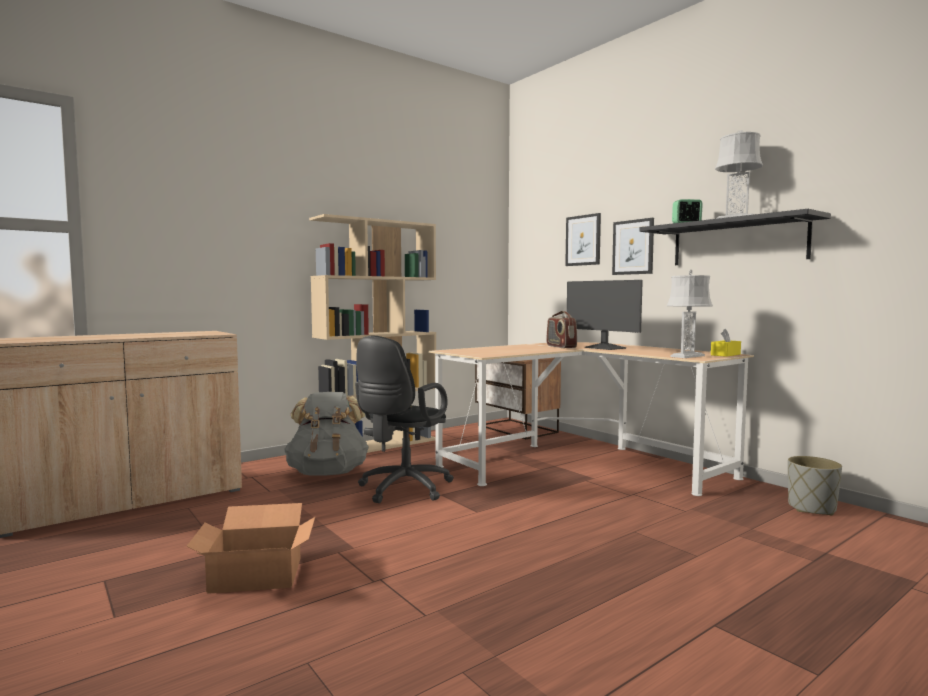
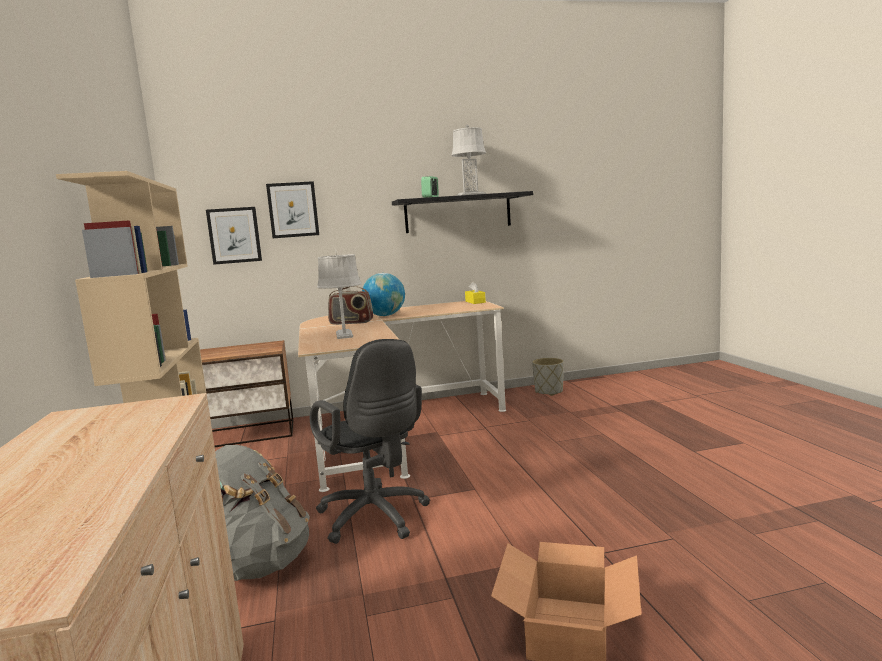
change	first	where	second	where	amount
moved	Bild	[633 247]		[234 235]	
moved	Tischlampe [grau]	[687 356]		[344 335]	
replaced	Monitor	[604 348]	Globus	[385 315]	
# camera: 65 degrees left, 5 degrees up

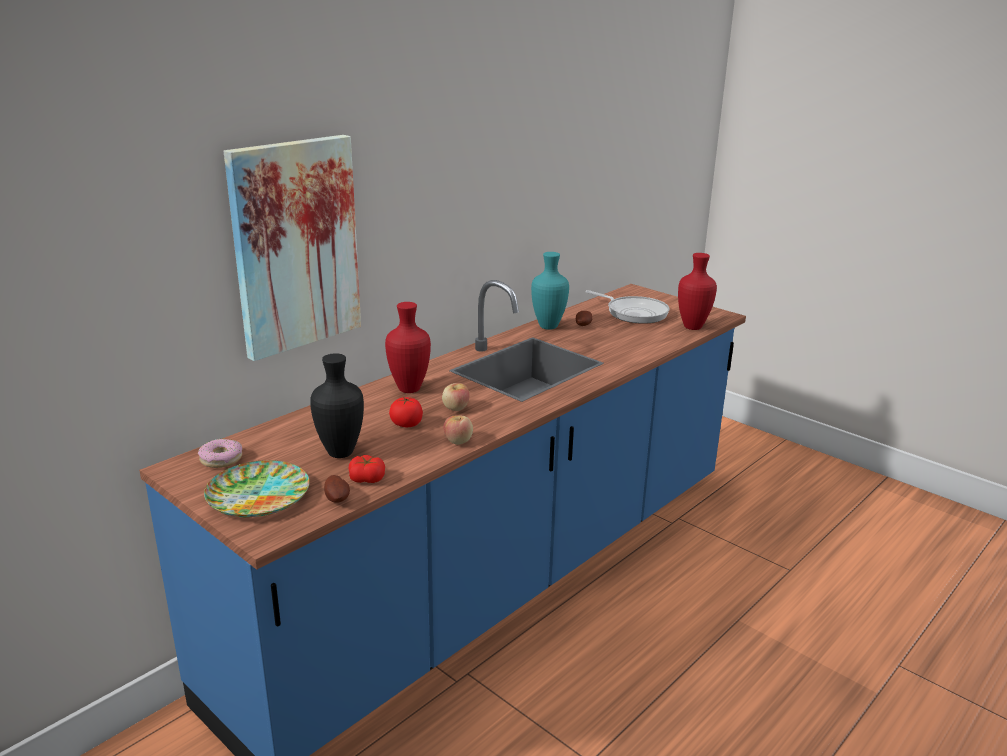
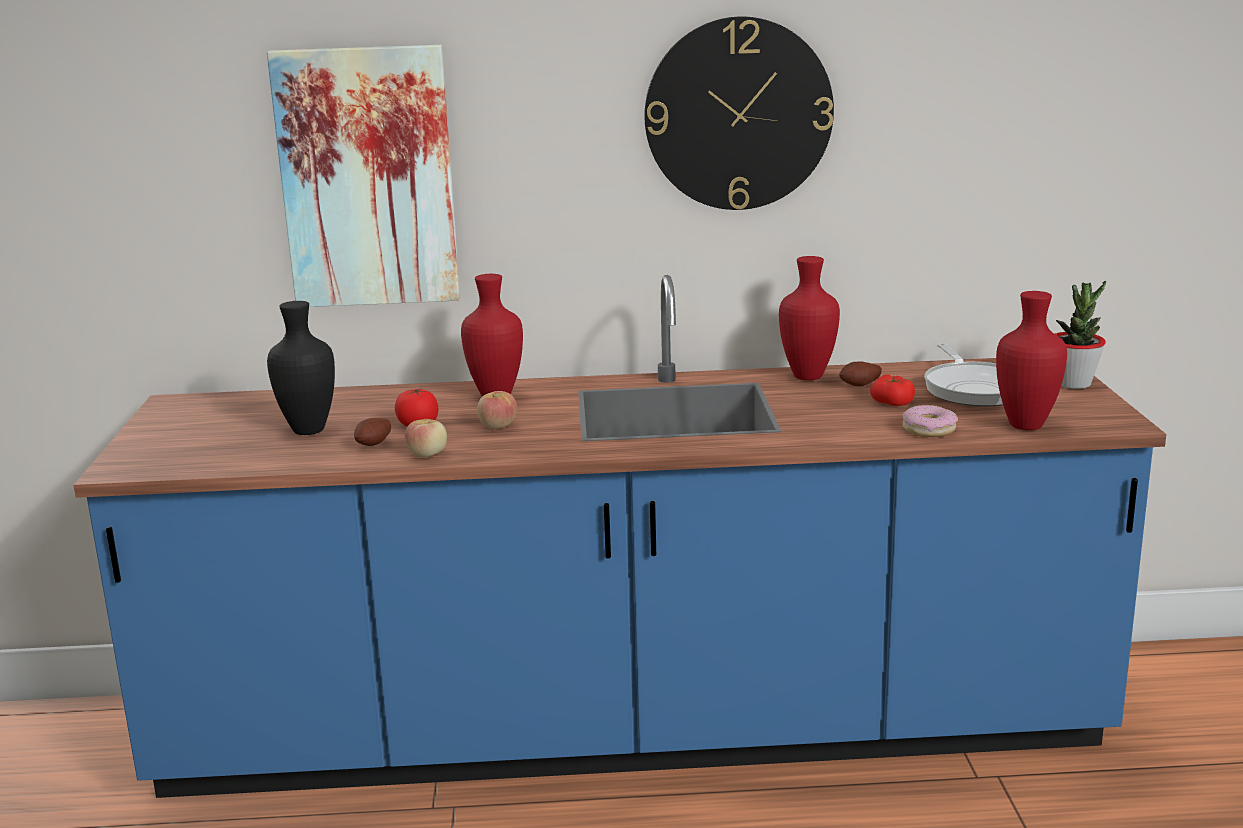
change	first	where	second	where	amount
recoloured	Vase [türkis]	[548 327]	Vase [rot]	[806 377]	
moved	Donut	[221 459]		[929 429]	
moved	Tomate	[367 478]		[892 402]	
removed	Teller	[258 495]			
moved	Kartoffel	[337 499]		[375 445]	
added			Wanduhr	[738 114]	
added			Topfpflanze	[1073 383]	
# camera: 45 degrees right, 5 degrees down

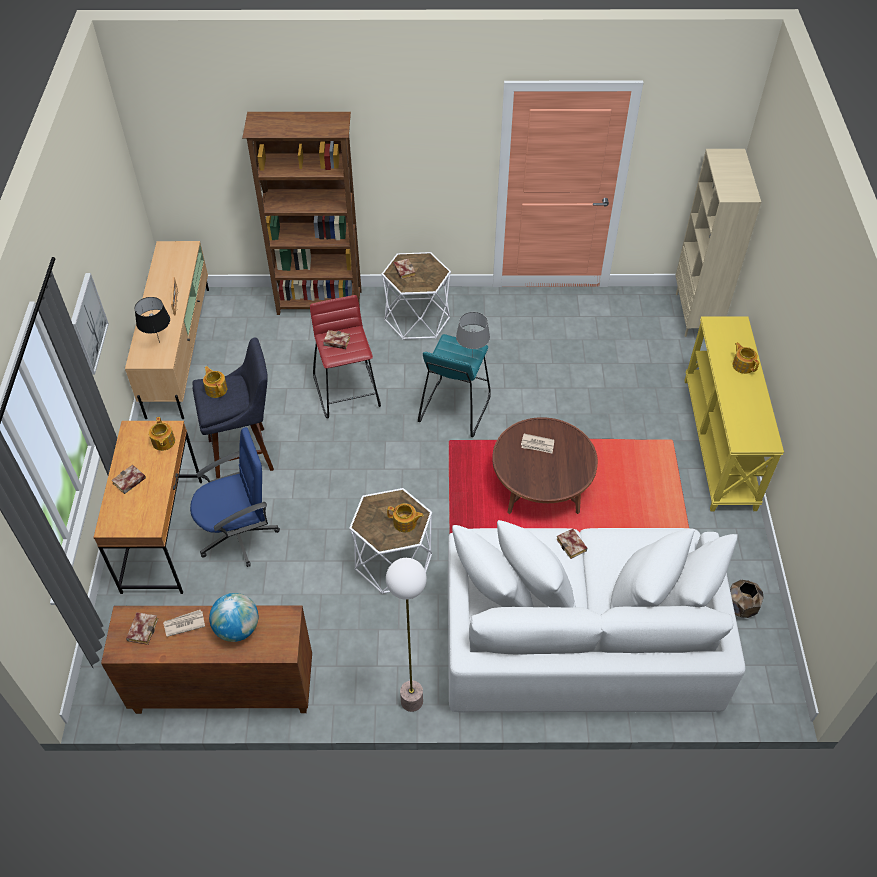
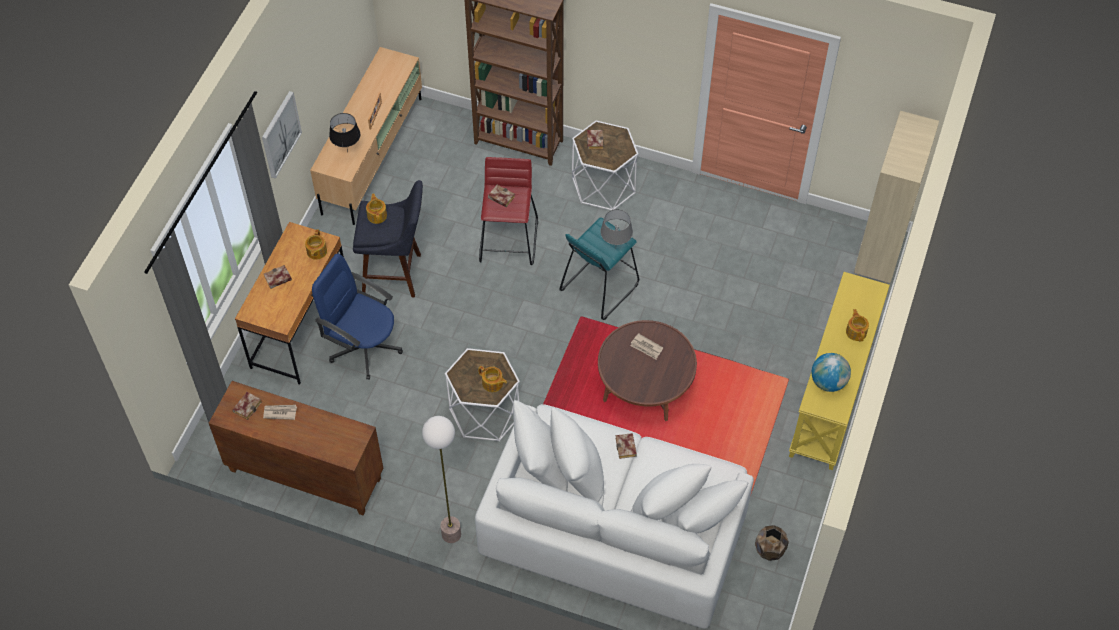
change	first	where	second	where	amount
turned	Bürostuhl [blau]	[239 534]		[364 346]	150 degrees counterclockwise
moved	Globus	[237 628]		[828 382]	
# camera: 20 degrees right, 5 degrees up

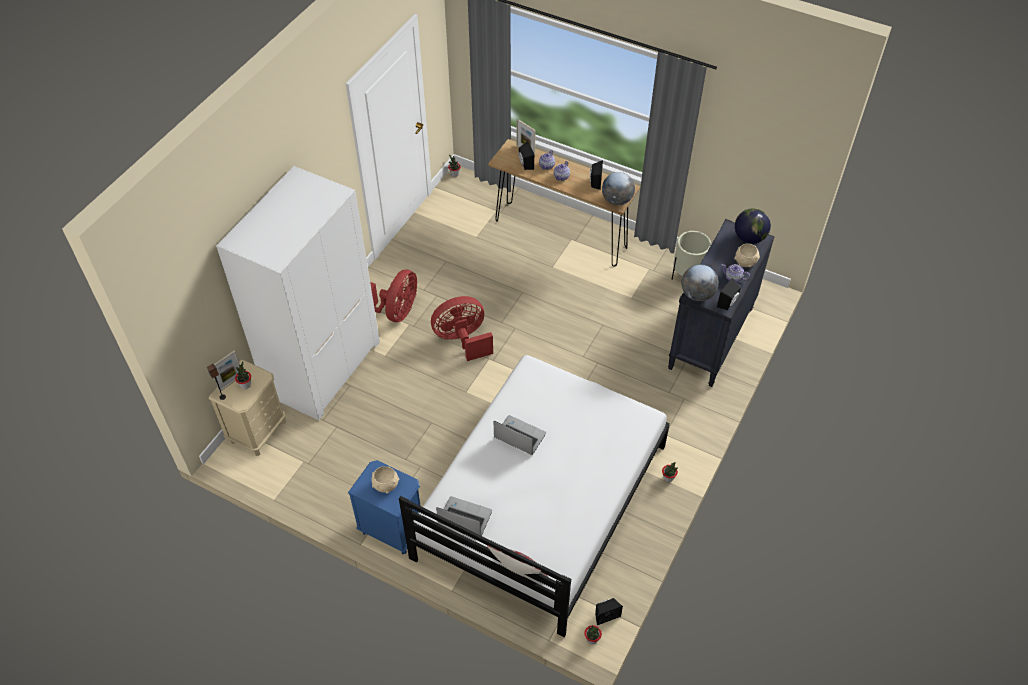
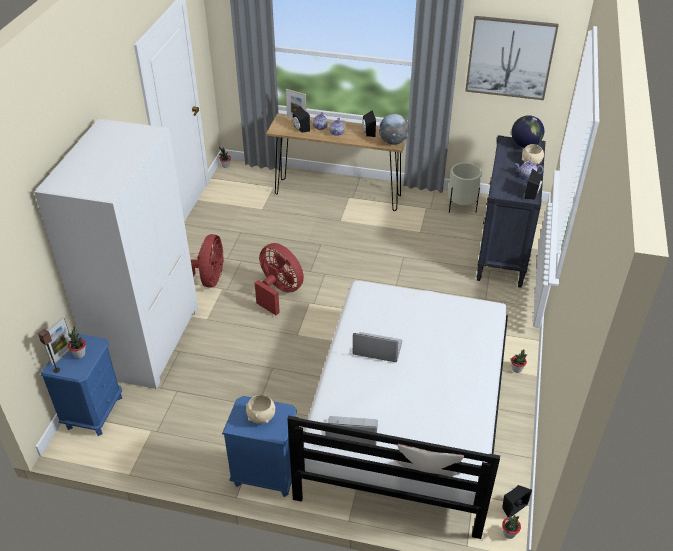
change	first	where	second	where	amount
removed	Globus	[697 294]			
turned	Ventilator [rot]	[463 340]		[279 292]	75 degrees clockwise
recoloured	Nachttisch [beige]	[258 431]	Nachttisch [blau]	[94 412]	
added			Bild	[510 58]	
# camera: 15 degrees left, 10 degrees down

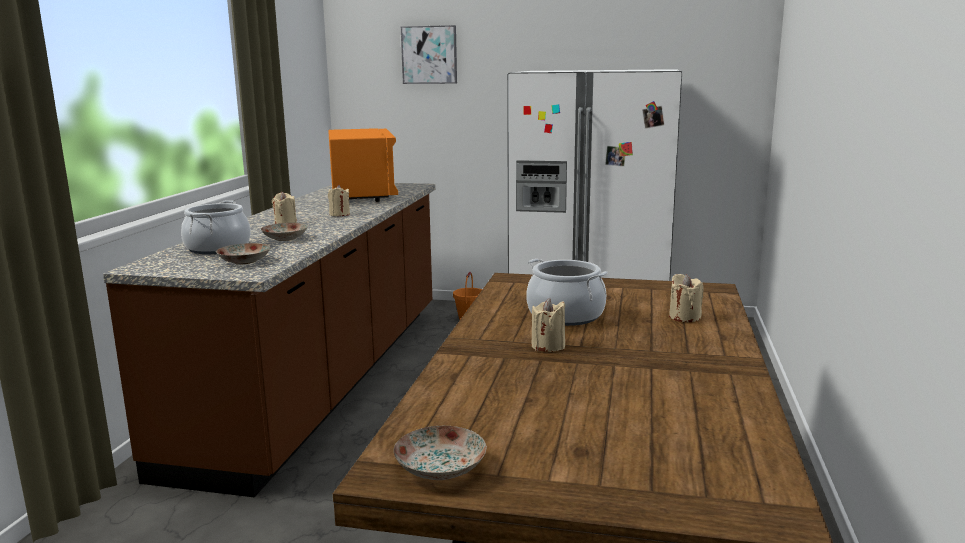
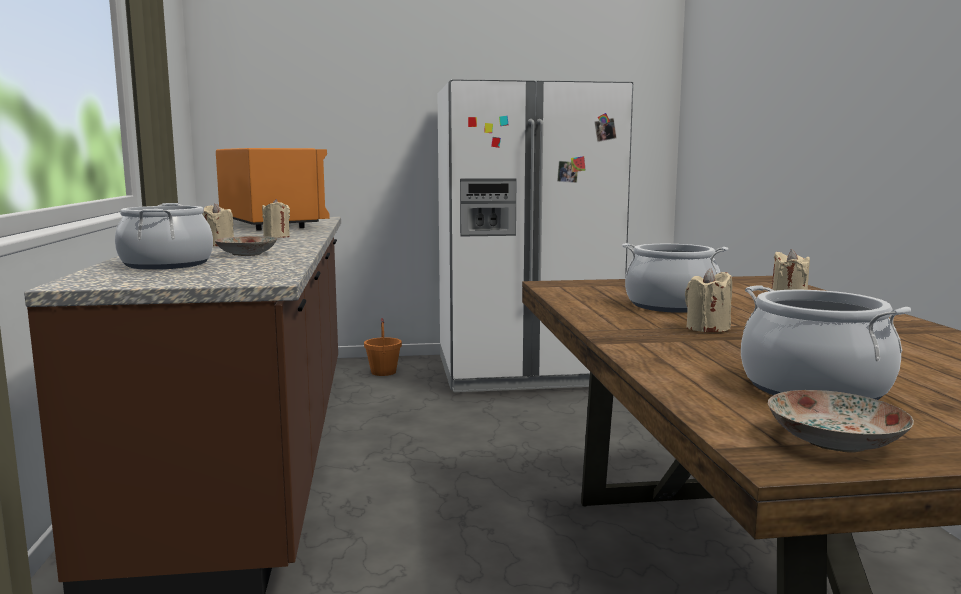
change	first	where	second	where	amount
removed	Bild	[429 55]			
removed	Teller	[244 262]			
added			Kochtopf	[814 389]	
# camera: 20 degrees left, 5 degrees down

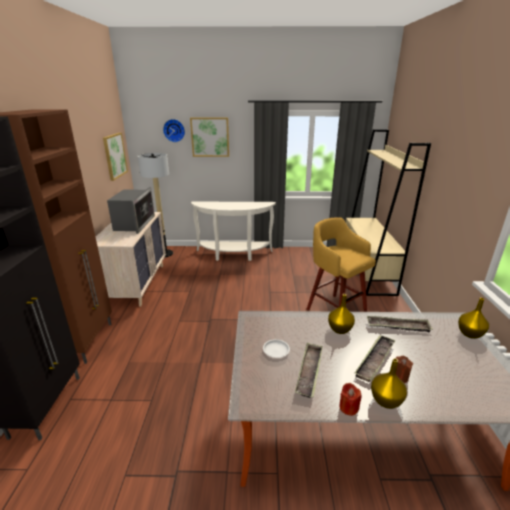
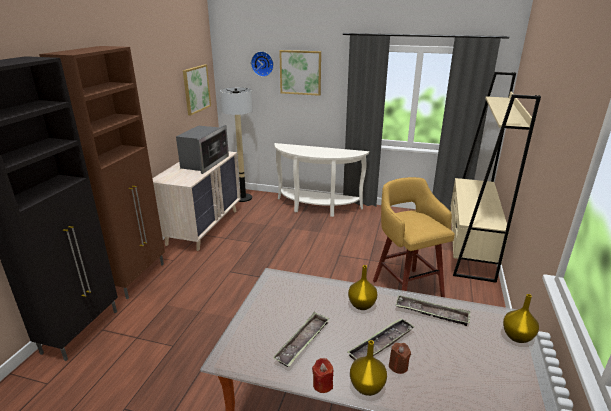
change	first	where	second	where	amount
removed	Teller [weiß]	[276 350]			
# camera: 15 degrees right, 0 degrees up

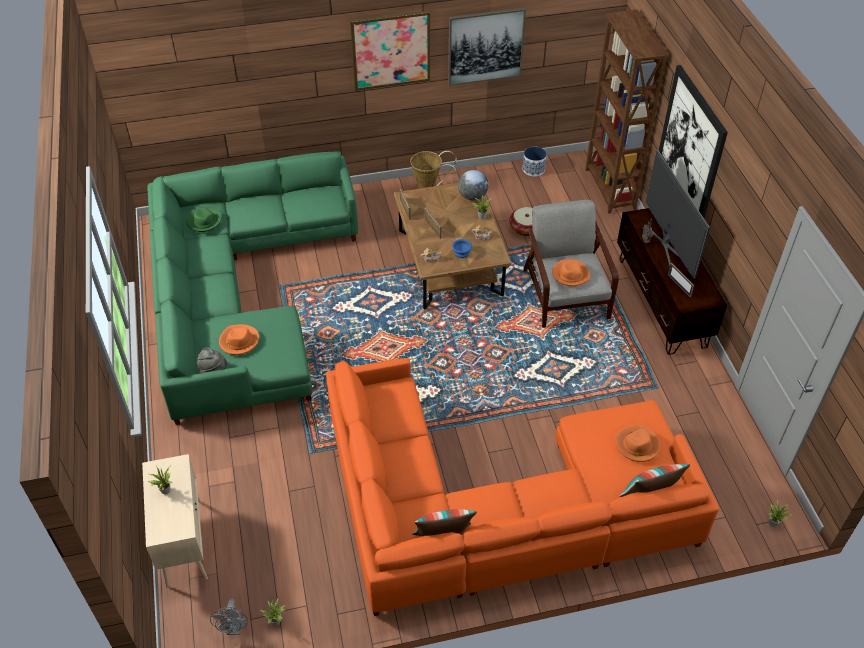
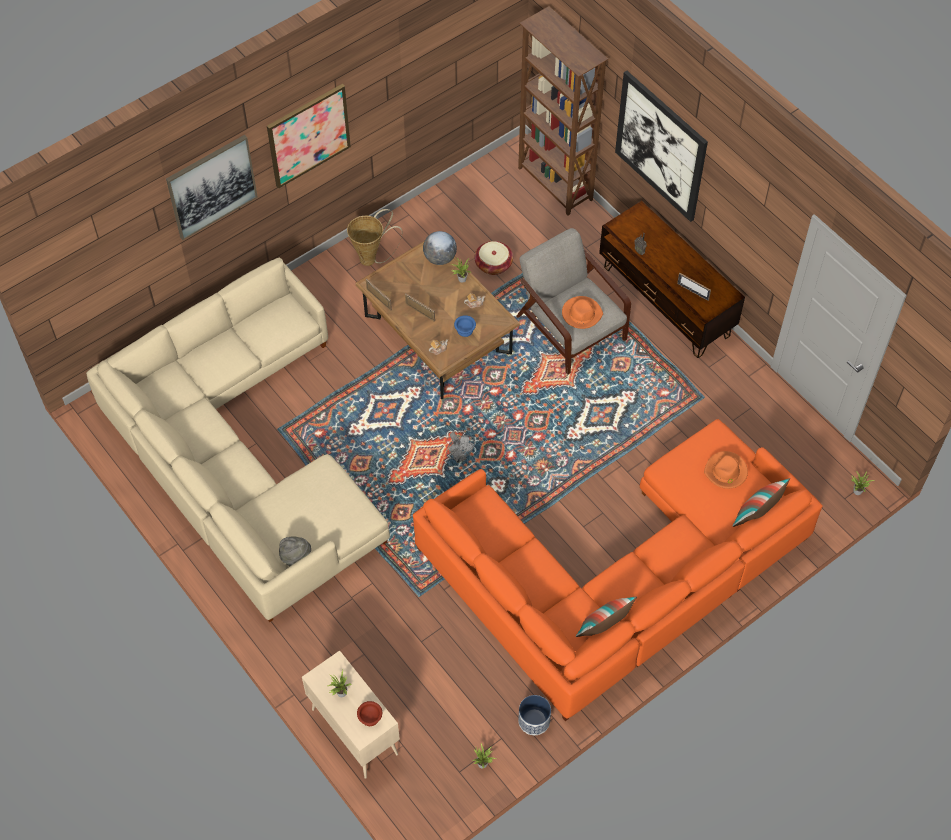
change	first	where	second	where	amount
moved	Bild	[485 46]		[211 186]	
moved	Pflanzkübel	[533 169]		[534 720]	
removed	Fernseher	[667 245]			
recoloured	Sofa [grün]	[239 294]	Sofa [beige]	[241 455]	
removed	Hut [grün]	[204 221]			
removed	Hut [orange]	[239 341]			
moved	Ventilator [grau]	[234 628]		[459 457]	
added			Schüssel [braun]	[369 717]	
# camera: 25 degrees left, 10 degrees up

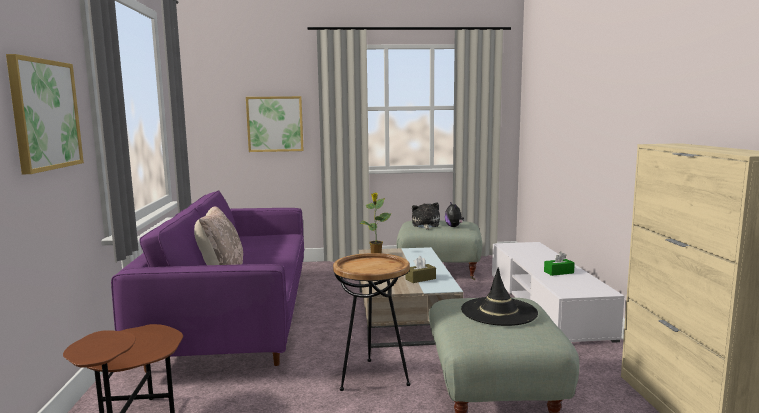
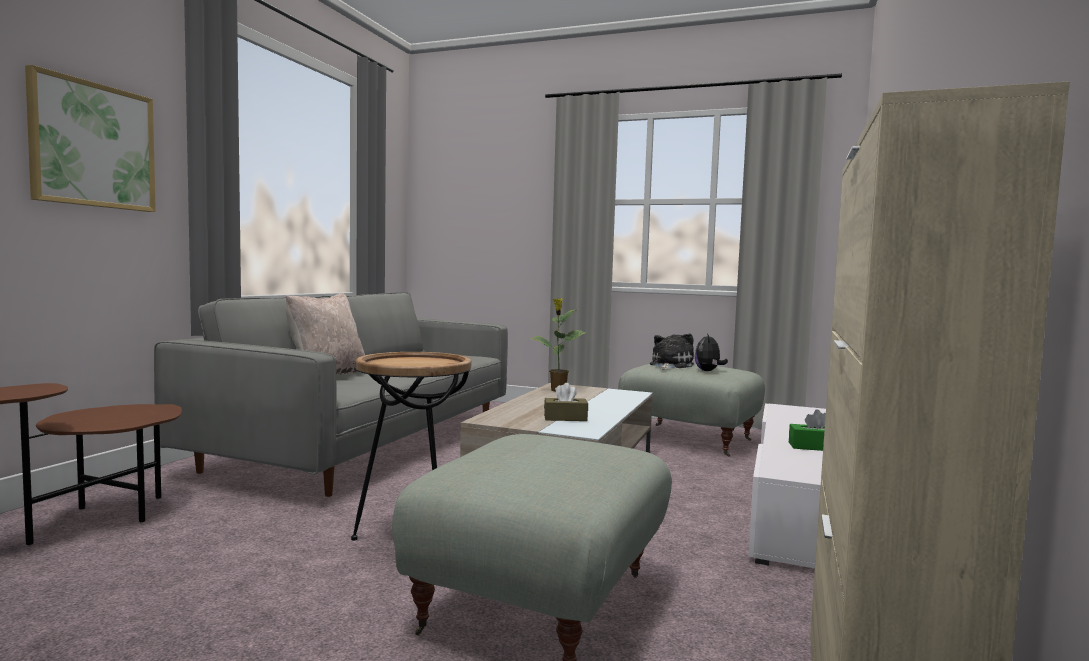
change	first	where	second	where	amount
removed	Bild	[275 124]			
recoloured	Sofa [lila]	[236 317]	Sofa [grau]	[366 442]	
removed	Hut [schwarz]	[498 312]			
# camera: 25 degrees right, 5 degrees down

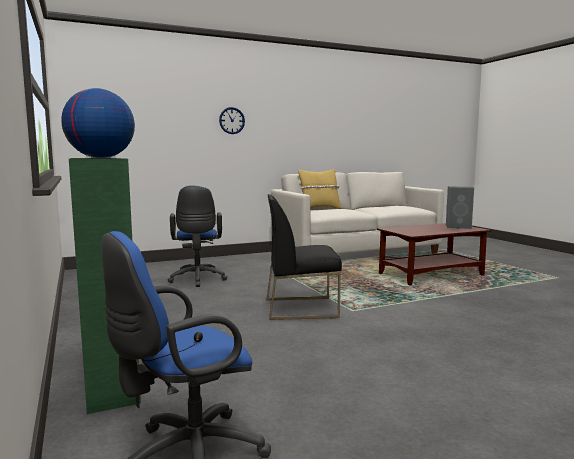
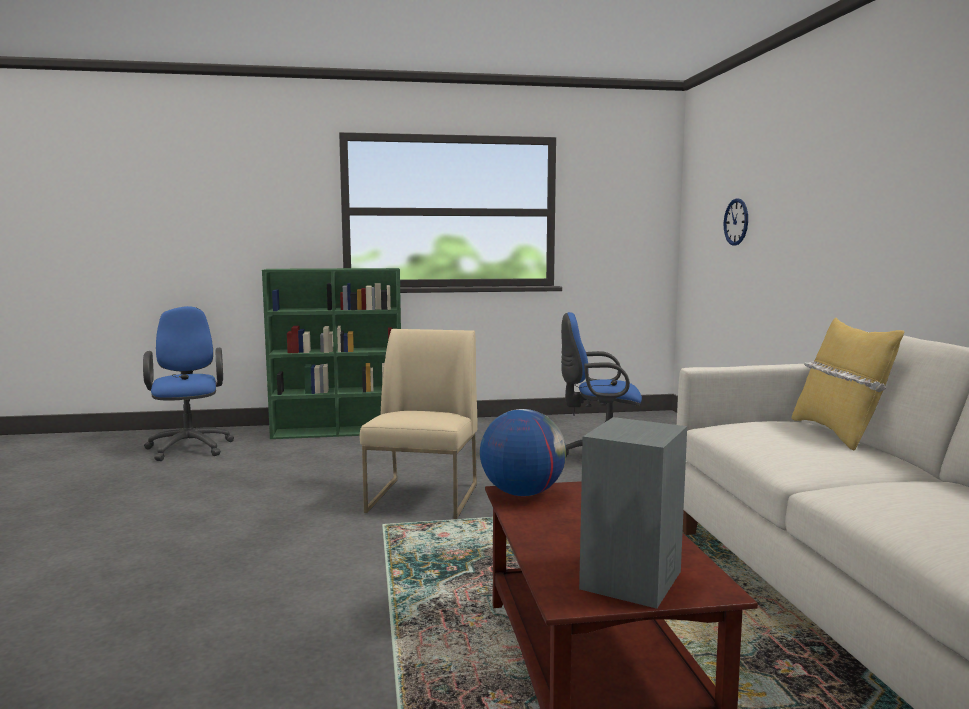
change	first	where	second	where	amount
moved	Globus	[100 158]		[522 493]	
moved	Wanduhr	[232 120]		[736 222]	
recoloured	Stuhl [schwarz]	[301 308]	Stuhl [beige]	[424 498]	
# camera: 105 degrees right, 0 degrees up

